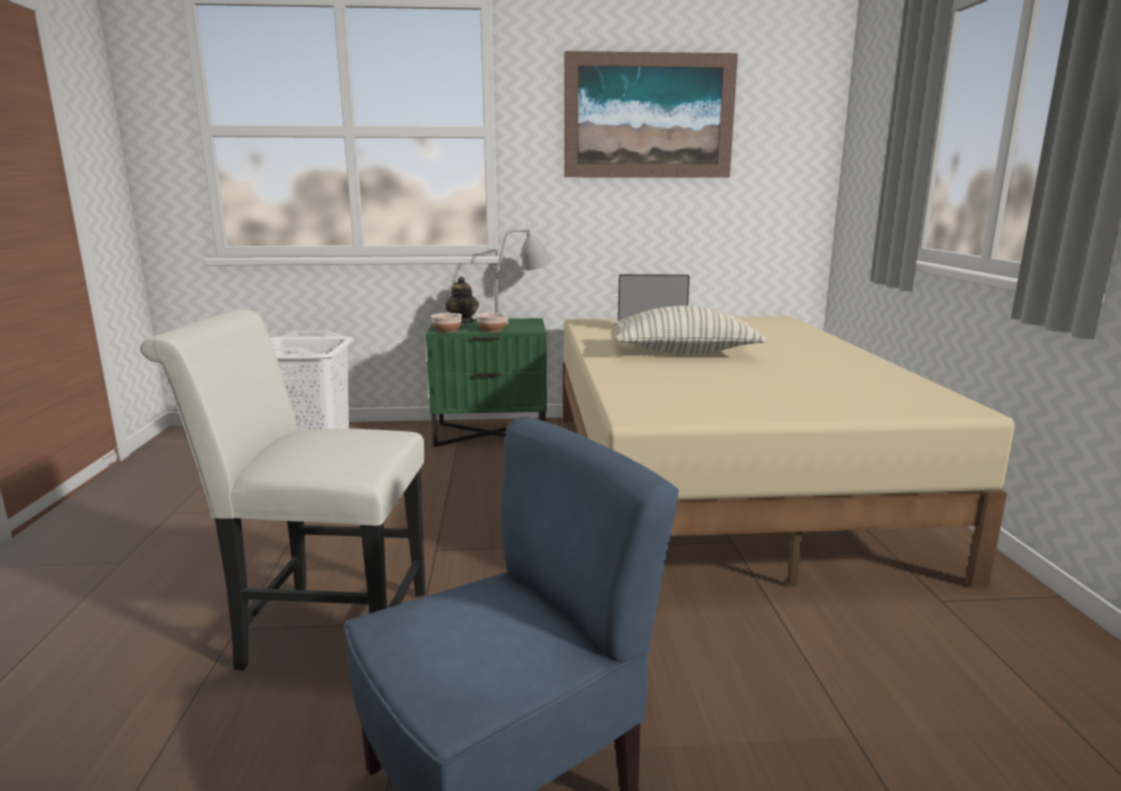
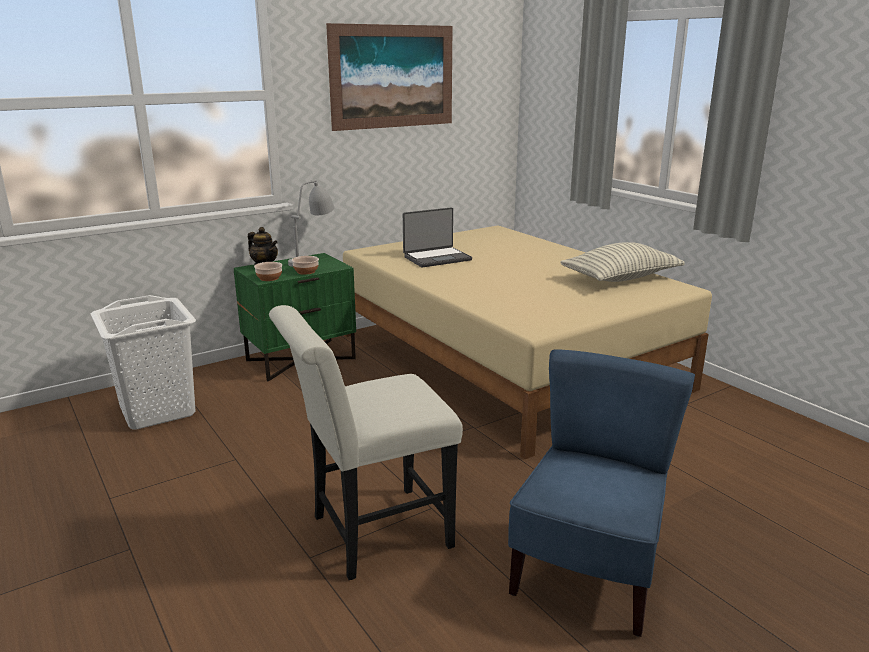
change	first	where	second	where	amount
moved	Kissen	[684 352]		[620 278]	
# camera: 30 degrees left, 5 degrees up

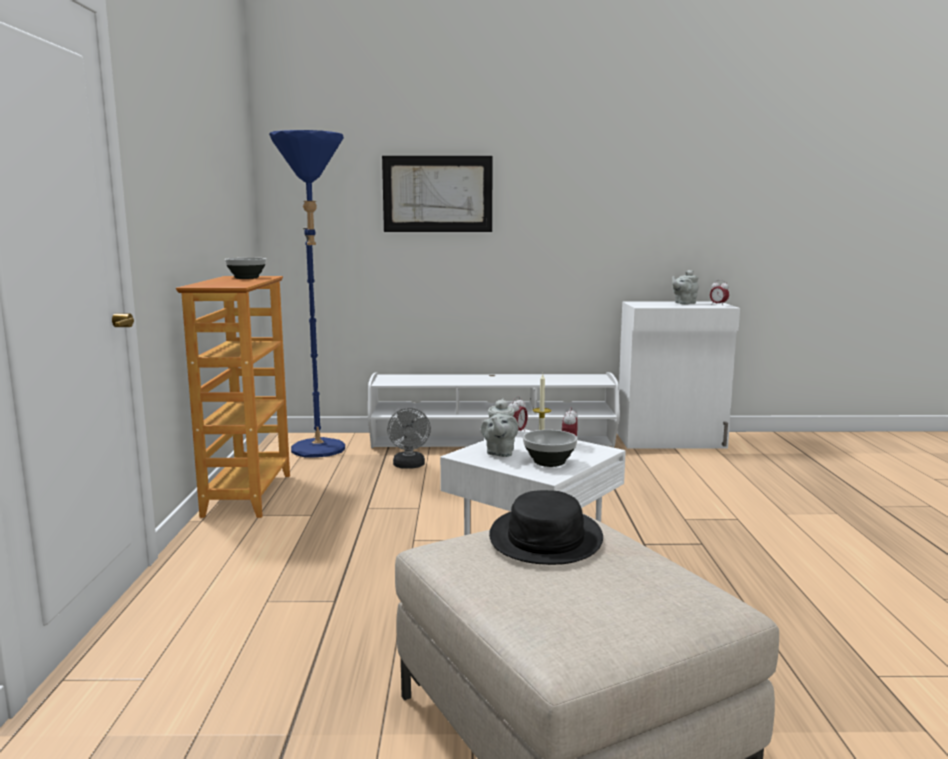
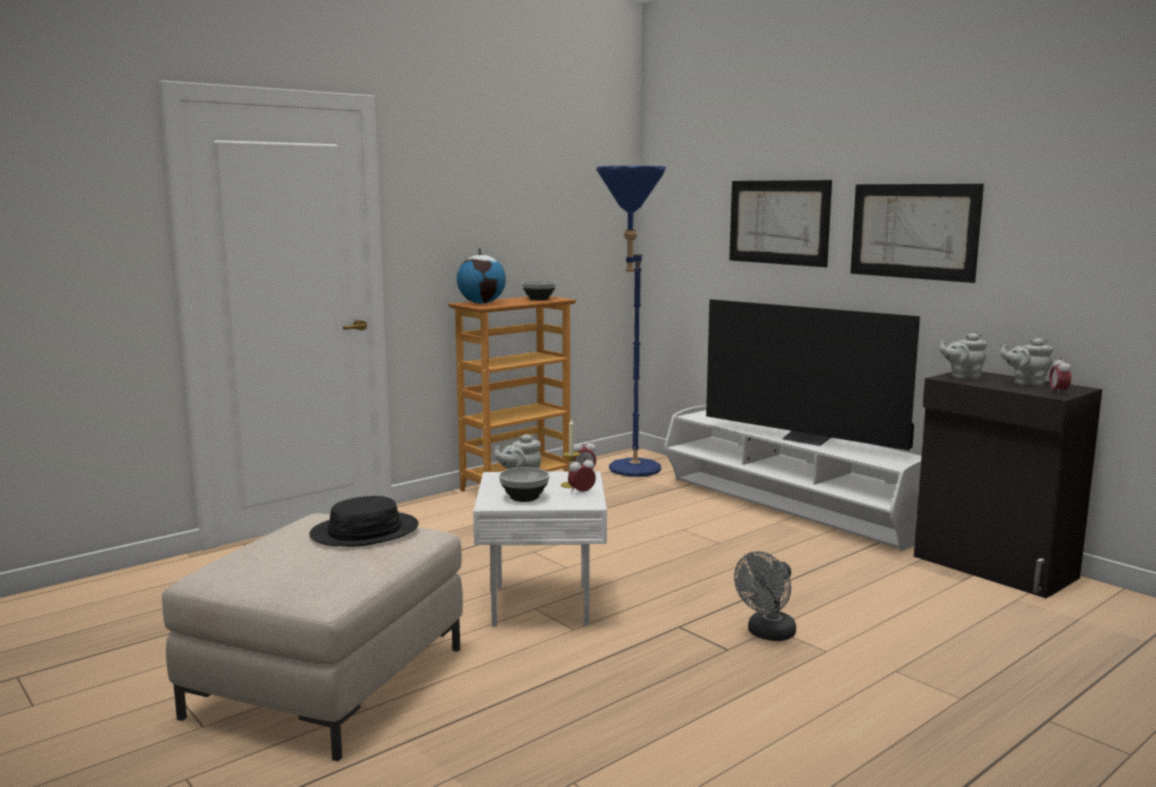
change	first	where	second	where	amount
recoloured	Schrank [weiß]	[672 441]	Schrank [schwarz]	[994 568]	
moved	Ventilator [grau]	[409 466]		[767 634]	
added			Bild	[913 231]	
added			Globus	[482 303]	
added			Fernseher	[807 439]	
added			Teekanne [grau]	[962 377]	
# camera: 50 degrees right, 0 degrees up

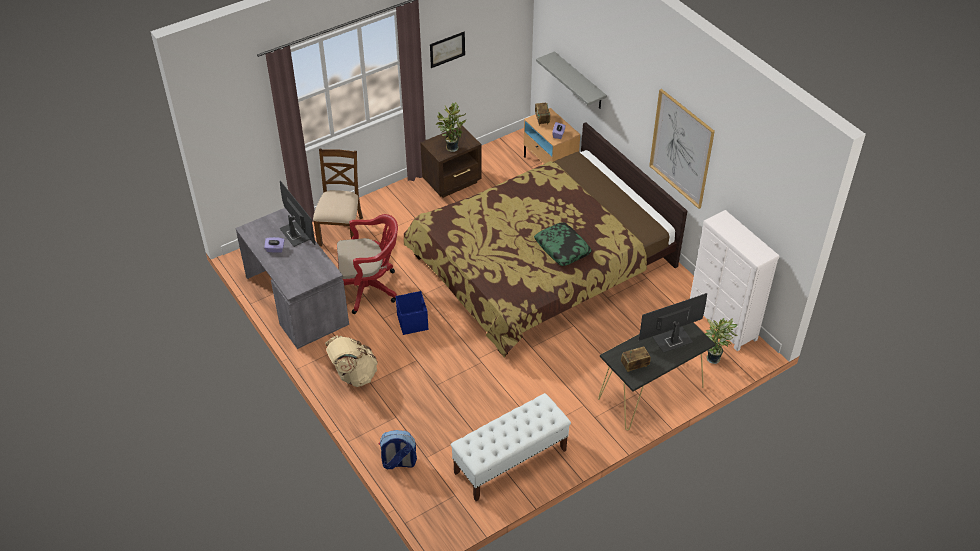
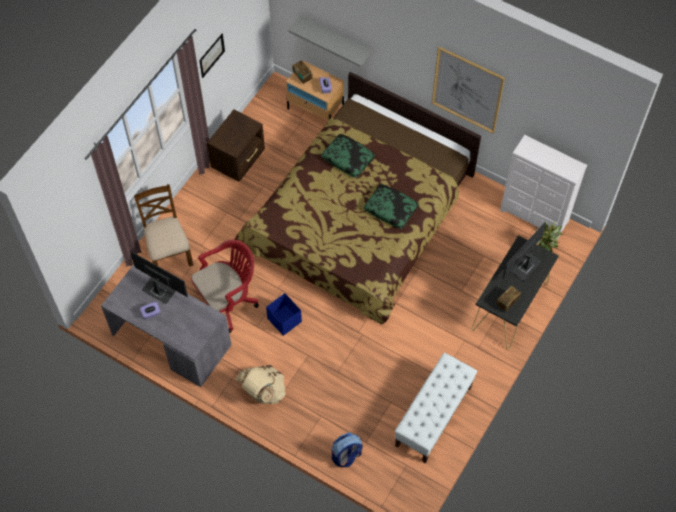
change	first	where	second	where	amount
removed	Topfpflanze	[451 147]			
added			Kissen	[348 158]	
# camera: 25 degrees left, 15 degrees up

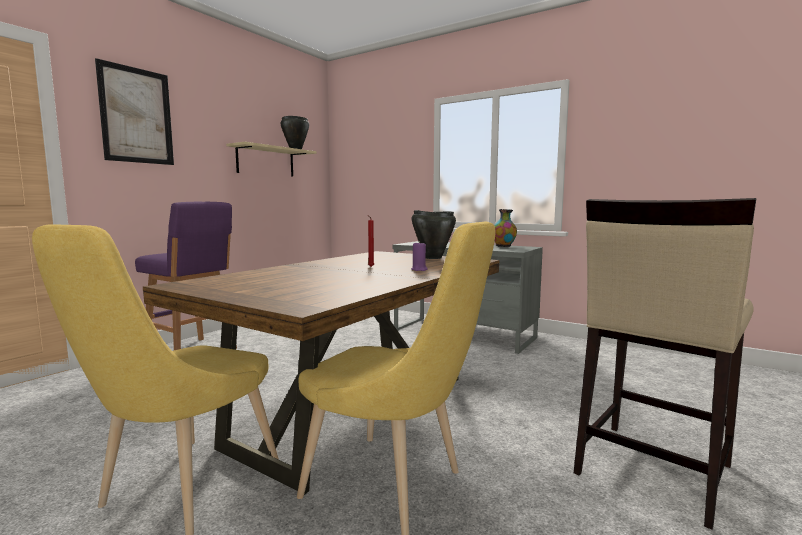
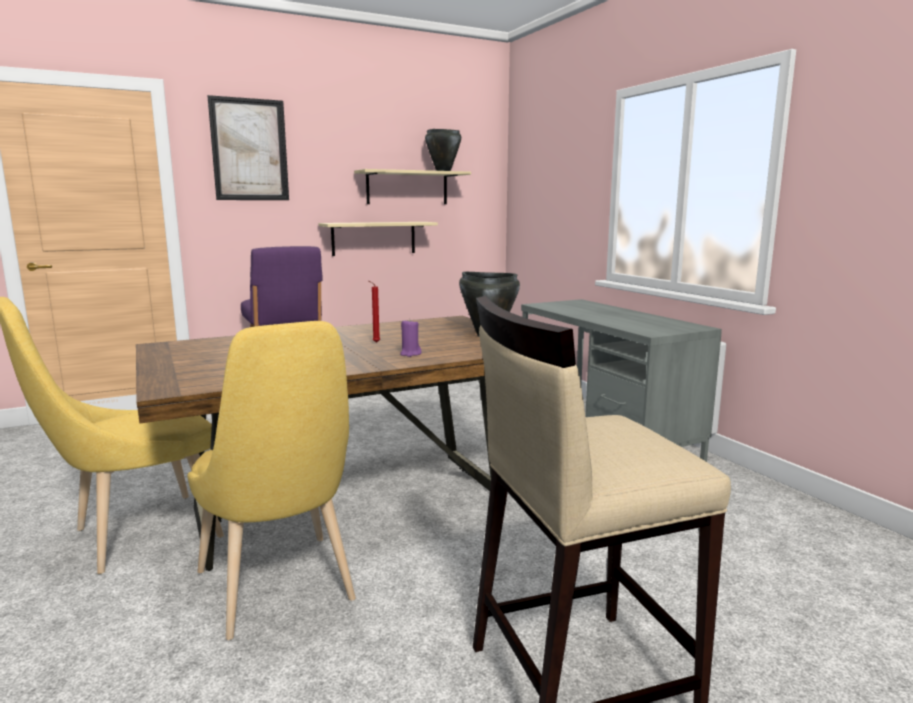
change	first	where	second	where	amount
removed	Vase	[504 246]			
added			Wandregal [beige]	[373 238]	
# camera: 30 degrees right, 5 degrees up

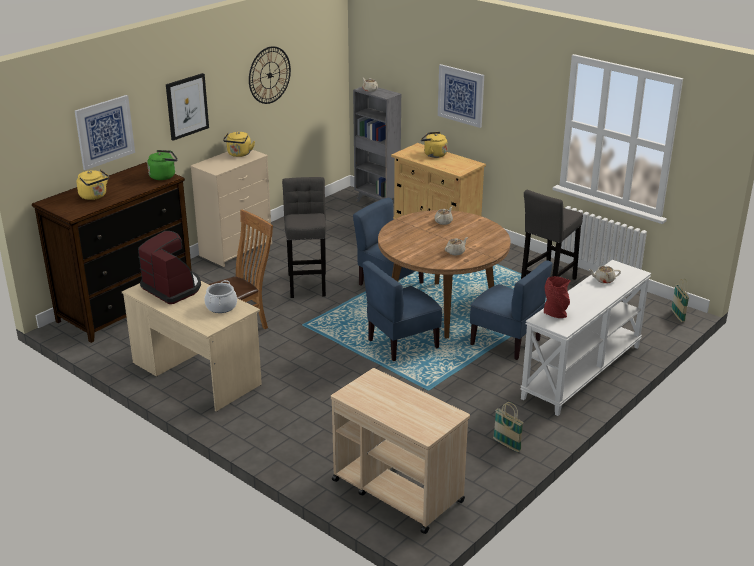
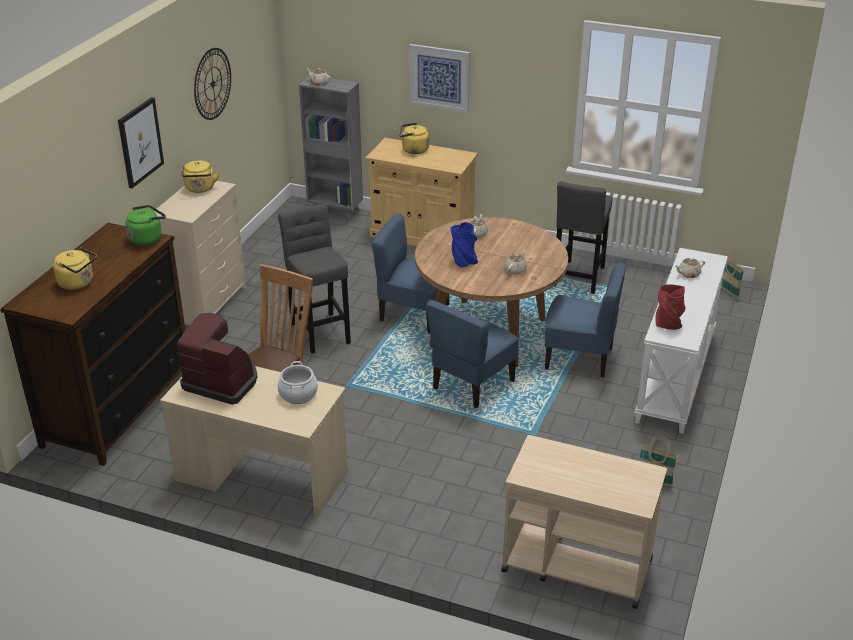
change	first	where	second	where	amount
removed	Bild	[104 132]			
added			Vase [blau]	[463 261]	
# camera: 20 degrees left, 5 degrees up

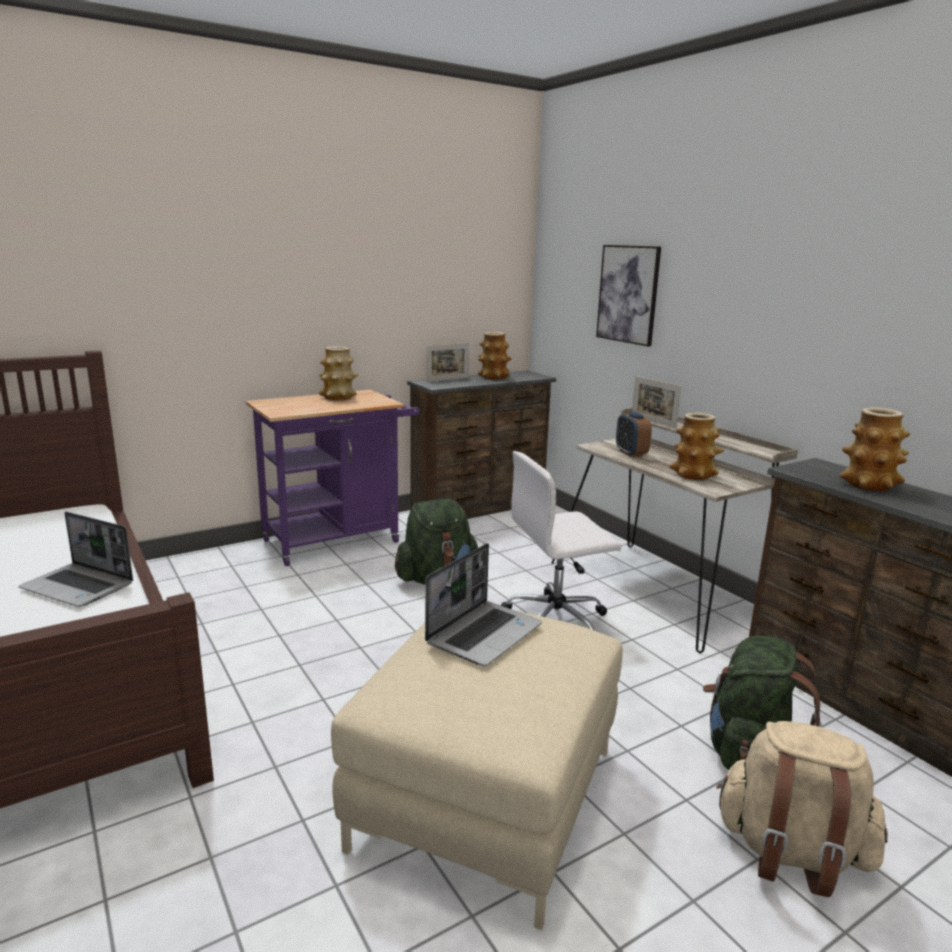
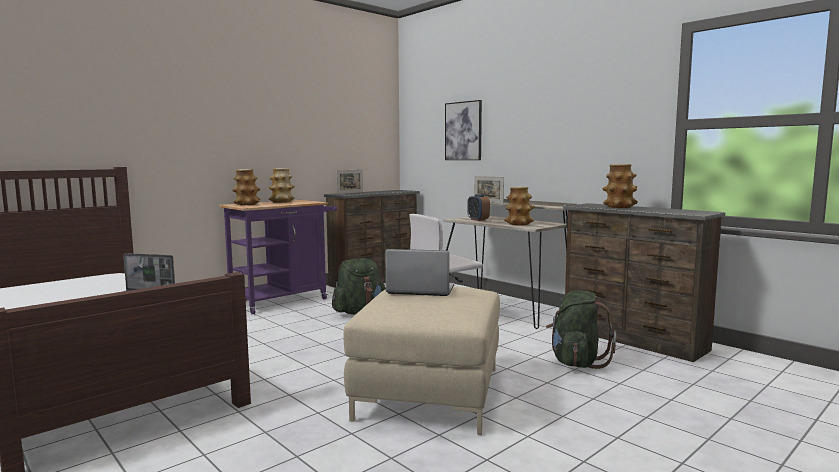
change	first	where	second	where	amount
moved	Vase	[493 377]		[247 204]	
turned	Laptop	[484 634]		[419 290]	105 degrees counterclockwise
removed	Rucksack [beige]	[791 853]			
# camera: 10 degrees left, 10 degrees down

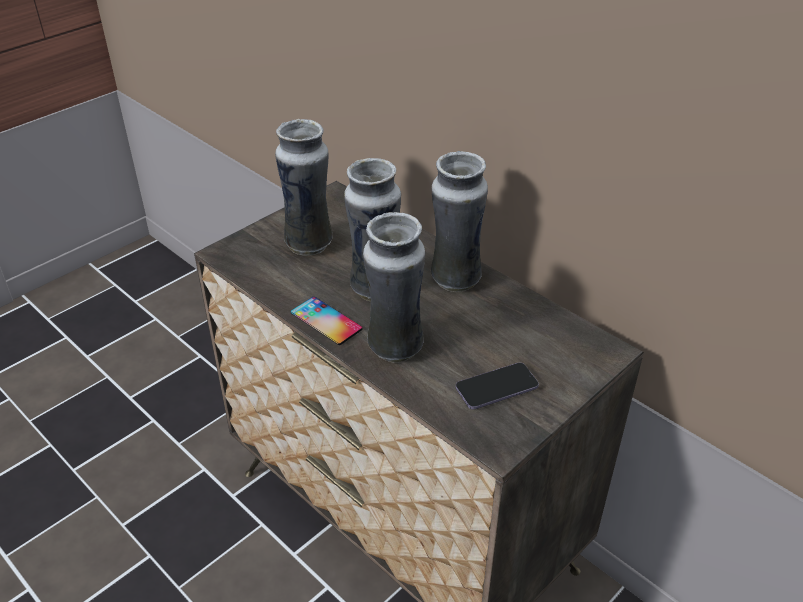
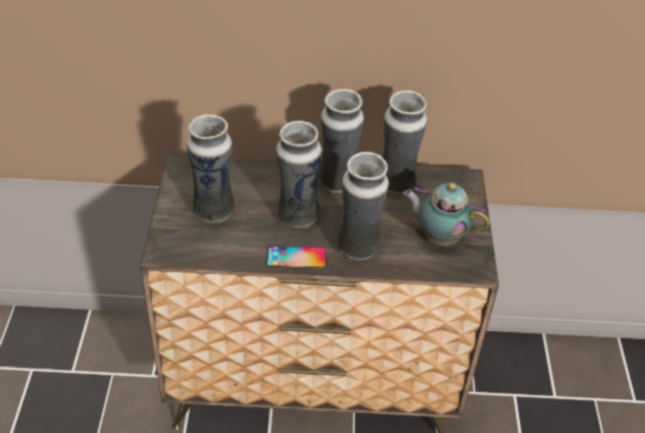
change	first	where	second	where	amount
replaced	Handy	[496 388]	Teekanne	[439 237]	
added			Vase	[396 184]	
# camera: 45 degrees left, 5 degrees up

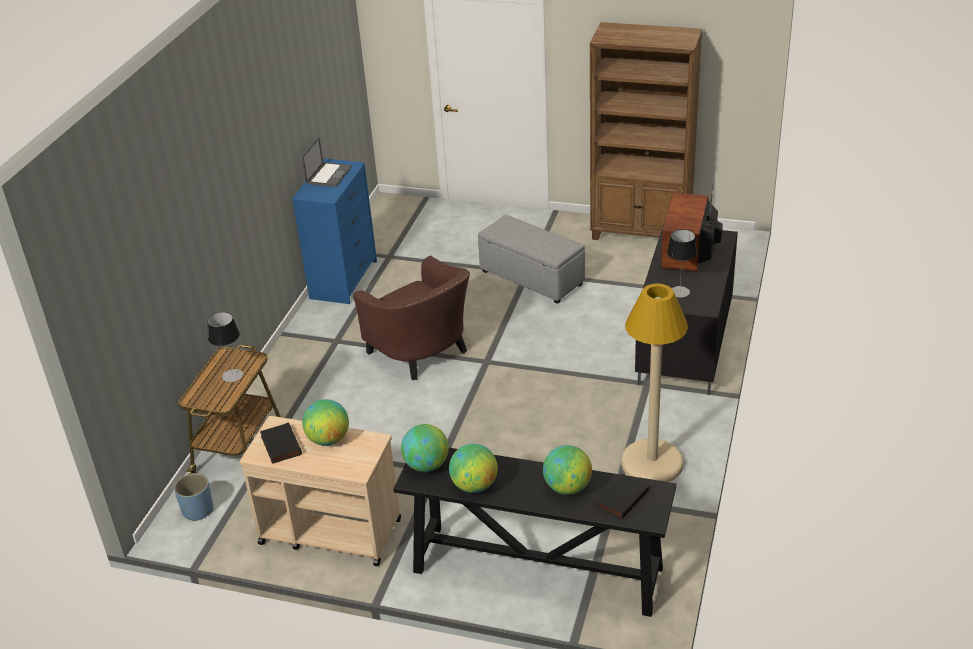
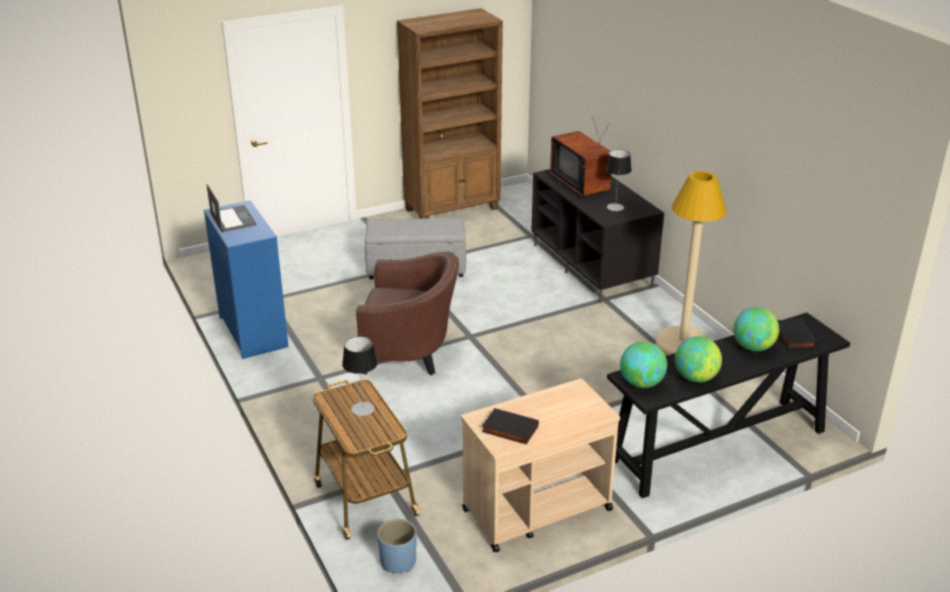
change	first	where	second	where	amount
removed	Globus	[328 439]			
# camera: 45 degrees left, 5 degrees down

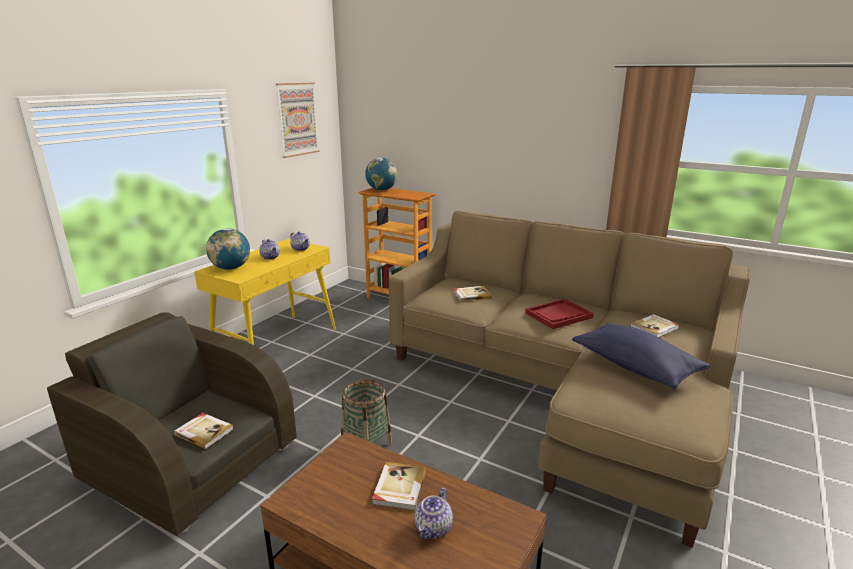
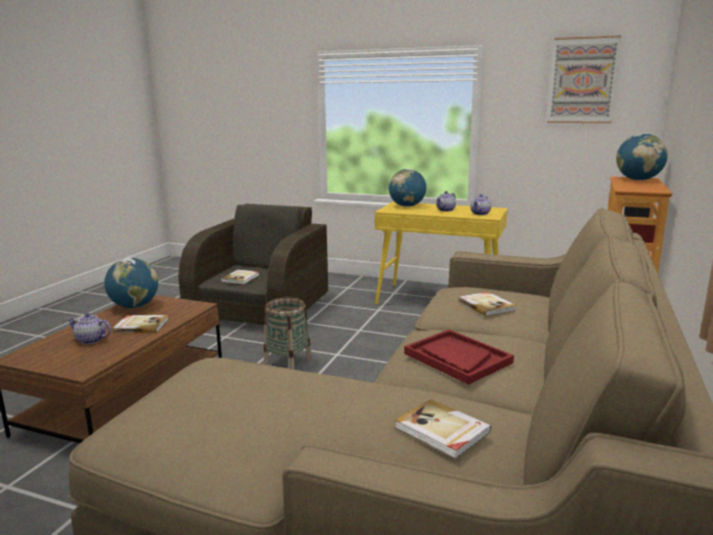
change	first	where	second	where	amount
removed	Kissen [blau]	[635 367]			
added			Globus	[134 306]	
# camera: 80 degrees right, 5 degrees down

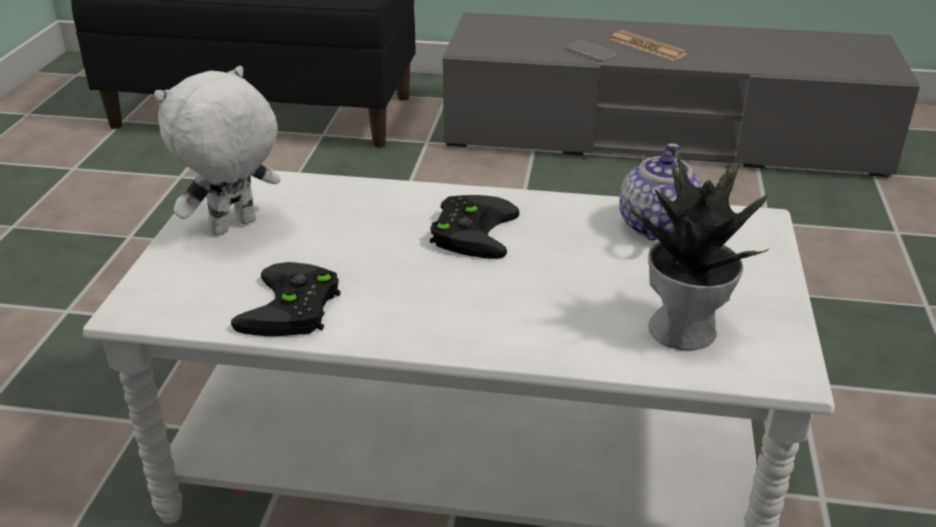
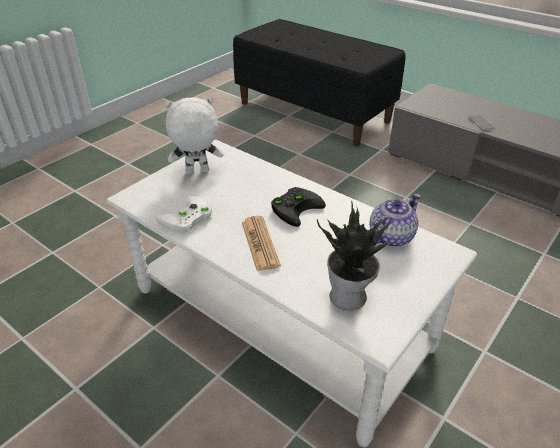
change	first	where	second	where	amount
moved	Zeitung	[647 47]		[260 243]	
recoloured	Gamepad [schwarz]	[292 309]	Gamepad [weiß]	[186 219]	
# camera: 30 degrees right, 5 degrees up

